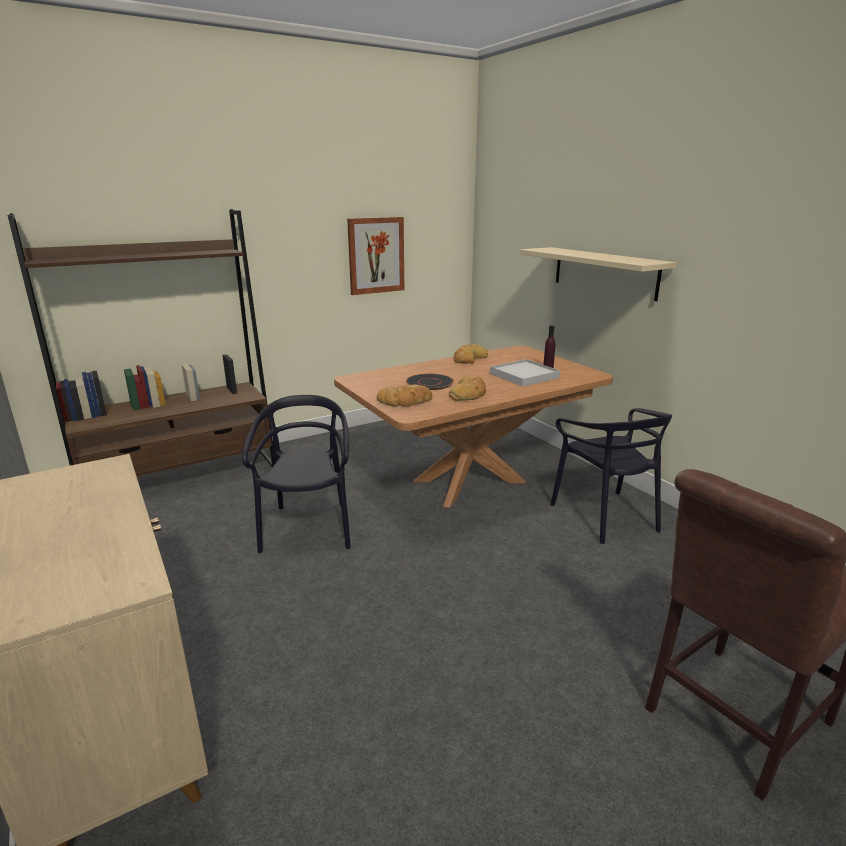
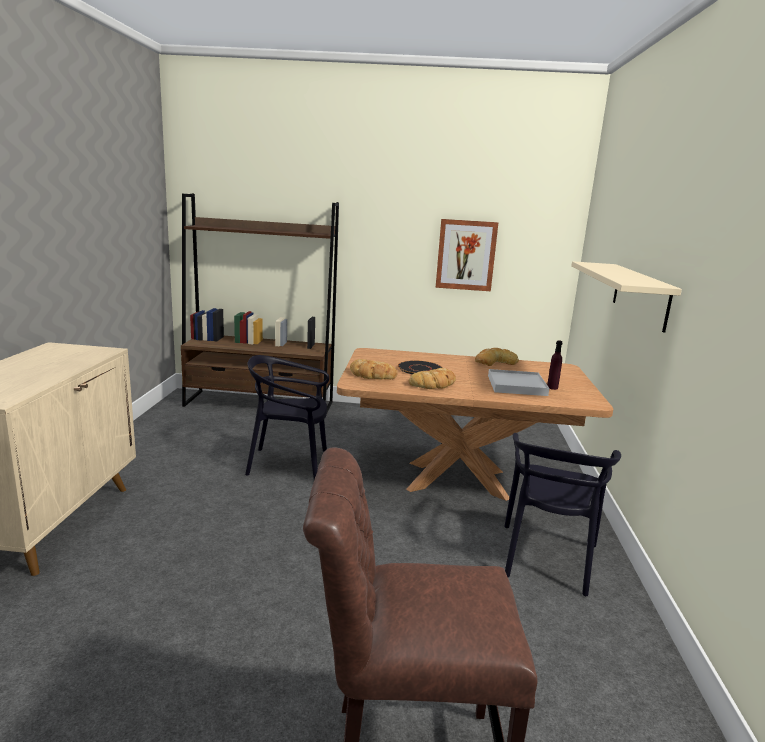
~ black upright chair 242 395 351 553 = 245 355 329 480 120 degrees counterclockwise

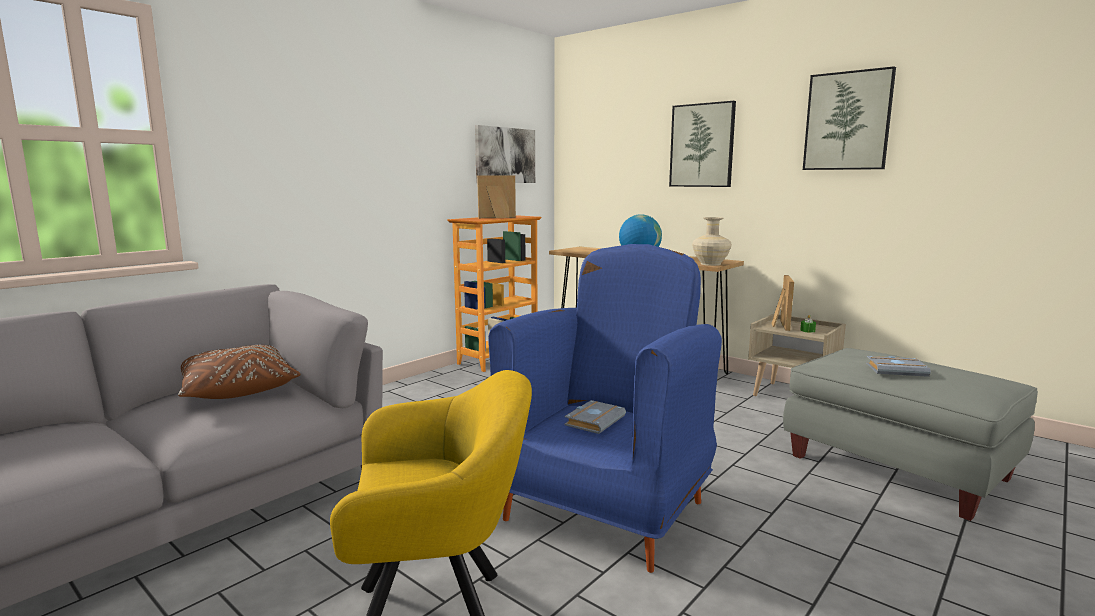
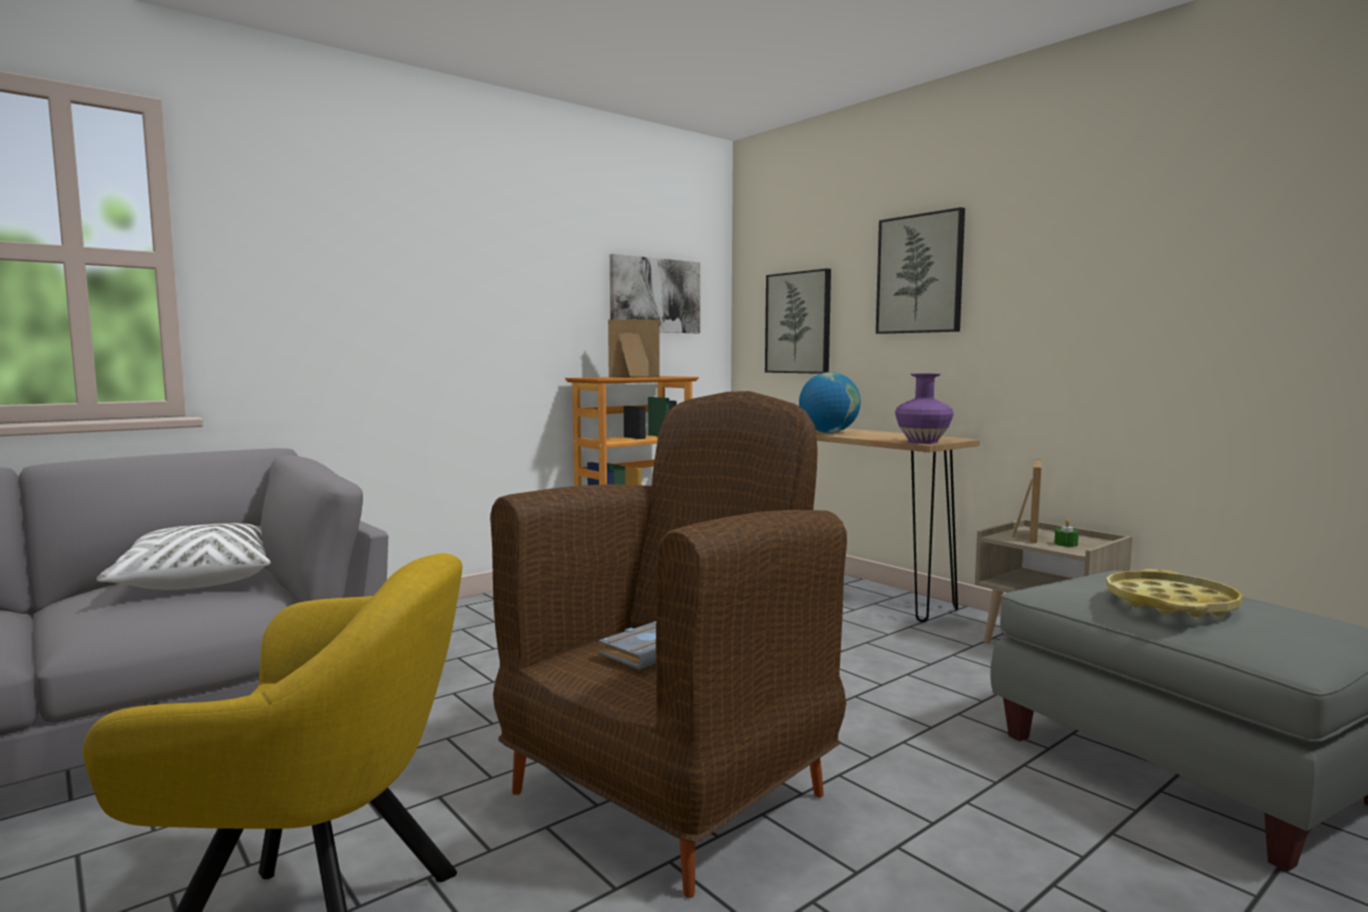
~ wall art 803 66 896 170 to 765 268 831 374
~ beige-coloured vase 692 217 732 266 to purplish vase 895 374 954 444
~ bluish easy chair 488 244 722 573 to brown easy chair 490 391 847 898
~ brown throw pillow 178 345 301 399 to whitish throw pillow 96 523 271 590
~ gray volume 866 356 931 377 to yellow tray 1106 569 1243 618

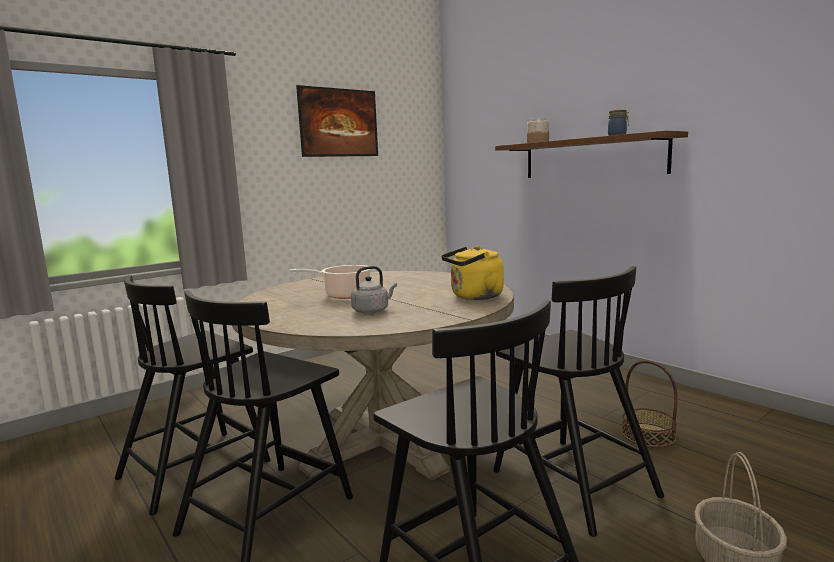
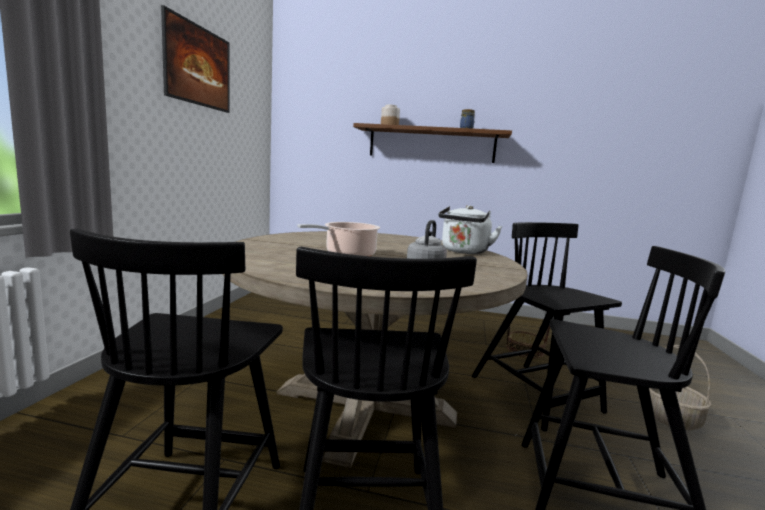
~ yellow kettle 441 246 504 300 to whitish kettle 438 205 502 254
~ black upright chair 493 266 664 537 = 472 222 622 431 135 degrees counterclockwise

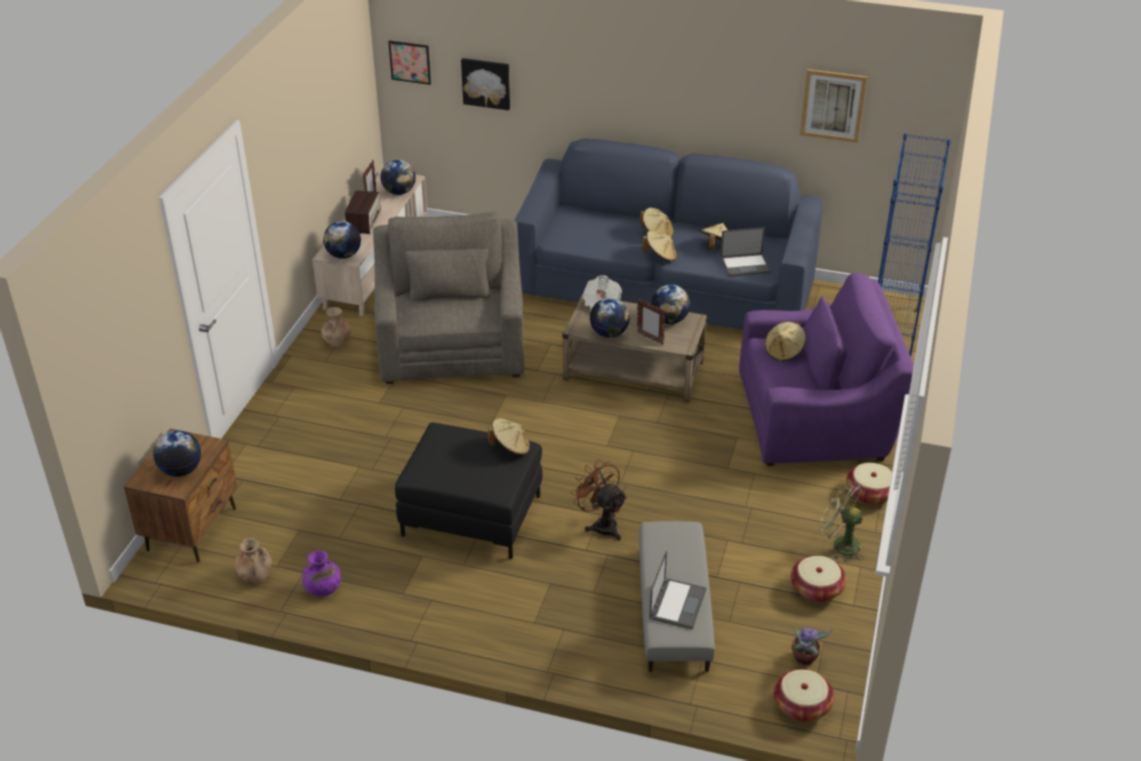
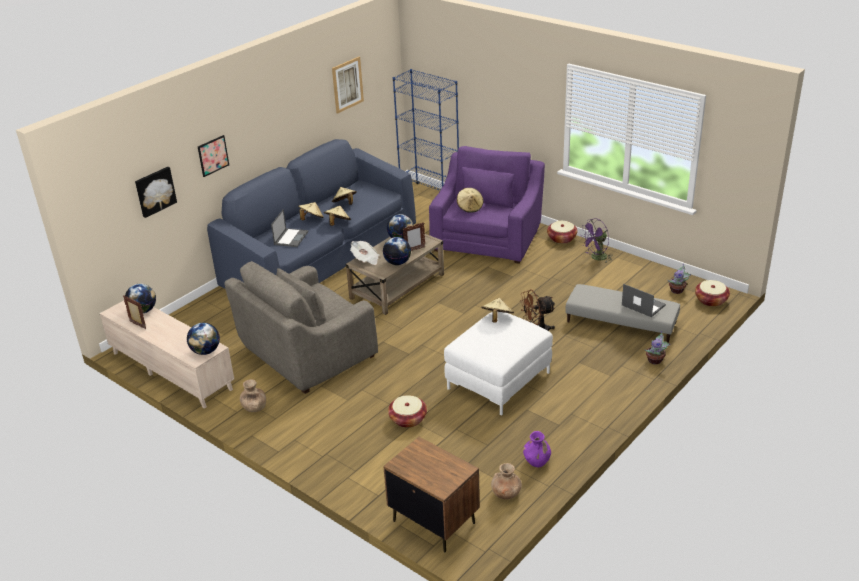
~ wall art 388 41 431 85 to 198 135 229 177
- radio 345 190 382 234
~ gray easy chair 373 211 524 384 = 224 261 378 394 60 degrees counterclockwise
~ portable computer 720 227 771 277 to 271 209 309 247
~ black ottoman 395 422 543 559 to whitish ottoman 444 312 553 416
- globe 153 430 201 477
~ greenish electric fan 819 480 864 562 to purplish electric fan 580 218 612 263
~ basket 791 556 846 603 to 388 395 427 428
+ plant in a pot 644 331 670 364

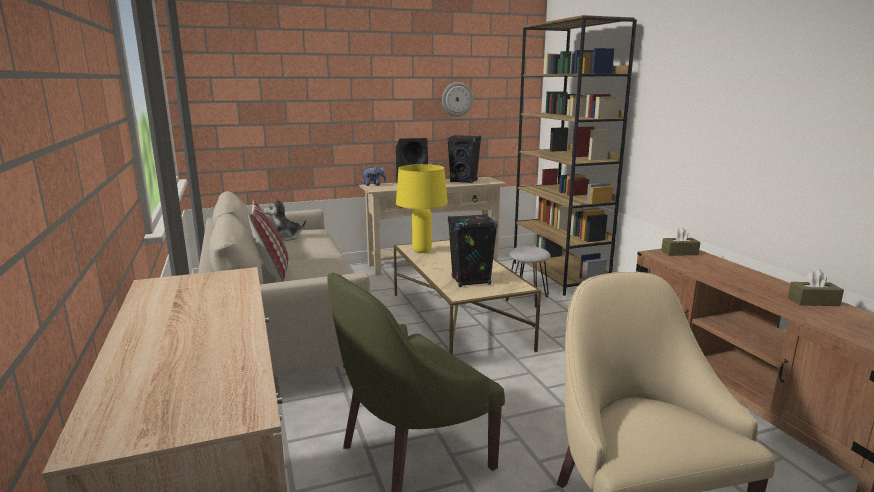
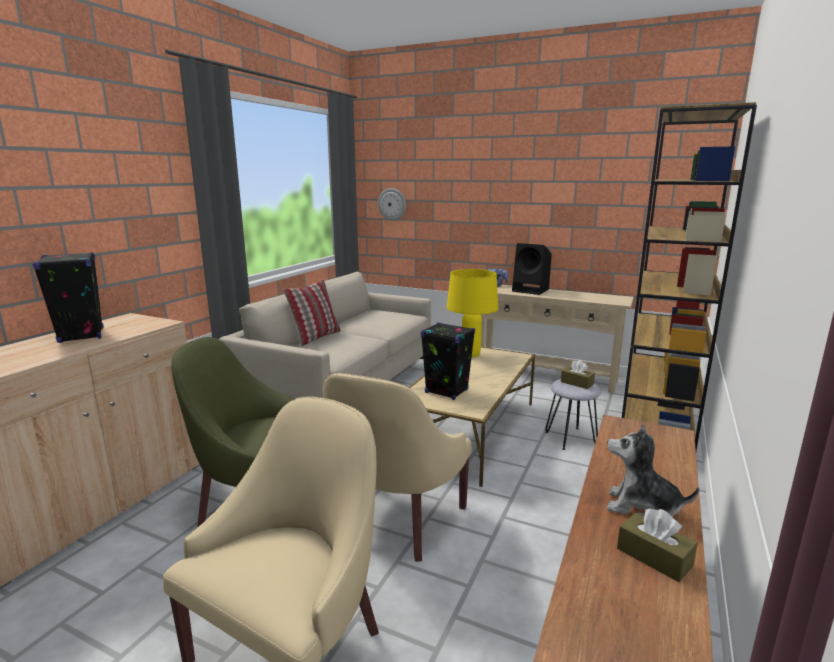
~ hanging clock 442 82 473 117 to 378 188 406 221
~ black loudspeaker 447 135 481 184 to 33 252 104 343
~ plush toy 263 197 306 241 to 607 424 699 517
~ brown box of tissues 661 227 700 256 to 561 360 595 389
+ beige-coloured easy chair 323 373 472 562

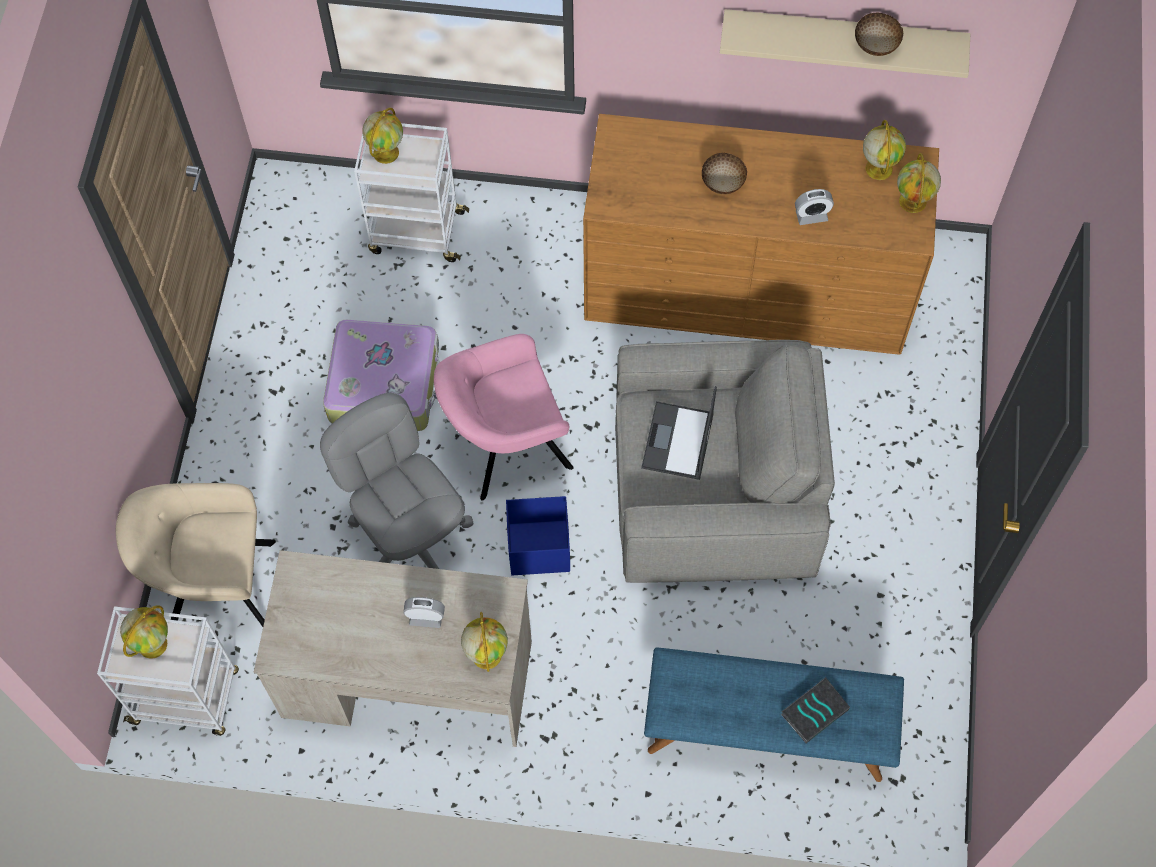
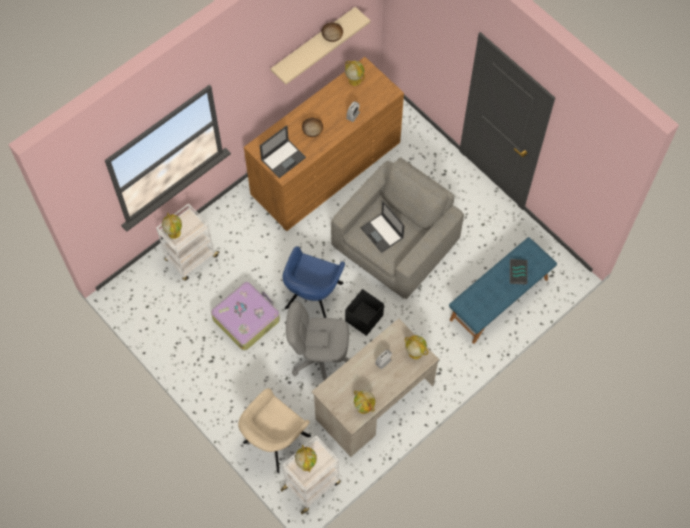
~ globe 897 153 941 213 to 354 391 375 414
~ pink-coloured easy chair 434 334 574 500 to bluish easy chair 283 247 345 318
~ bluish storage bin 506 496 570 575 to black storage bin 345 289 384 336
+ portable computer 260 125 306 178

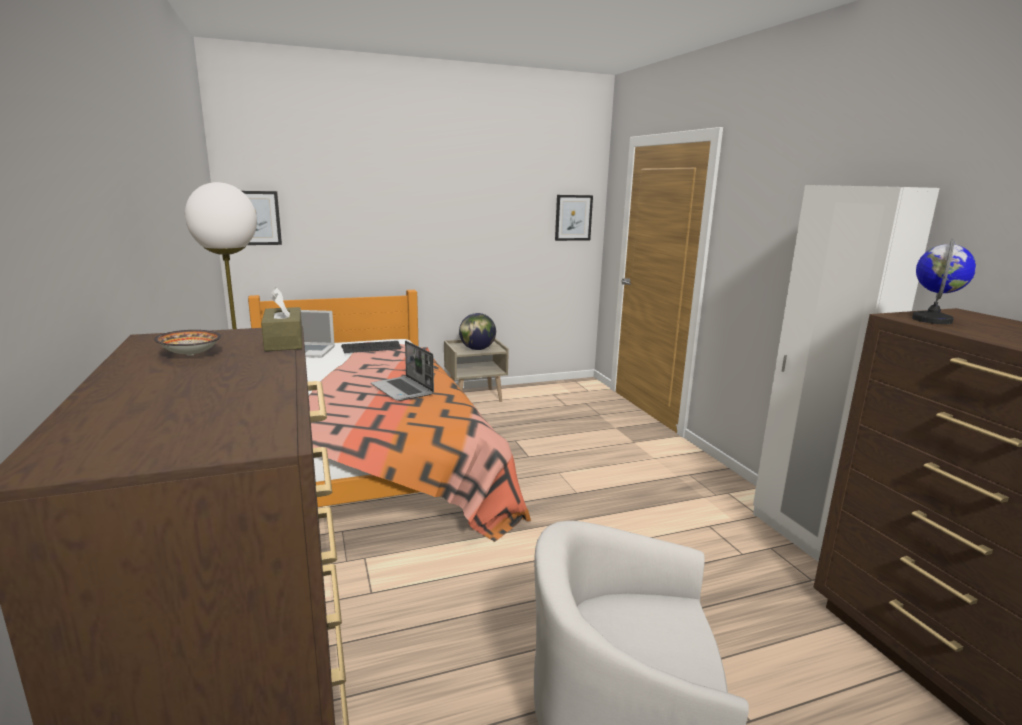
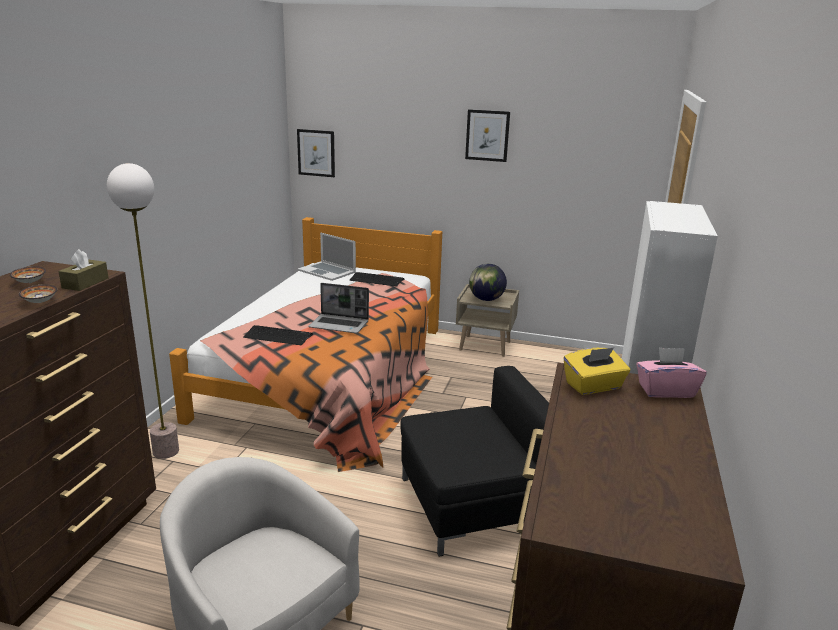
~ wall art 555 195 593 241 to 465 109 510 162
~ globe 912 238 976 324 to yellow box of tissues 563 348 630 395
~ portable computer 371 341 434 401 = 309 283 369 333 75 degrees counterclockwise
+ bowl 19 285 57 303
+ computer keyboard 243 325 313 346
+ pink-coloured box of tissues 636 347 707 398
+ black easy chair 400 366 549 557

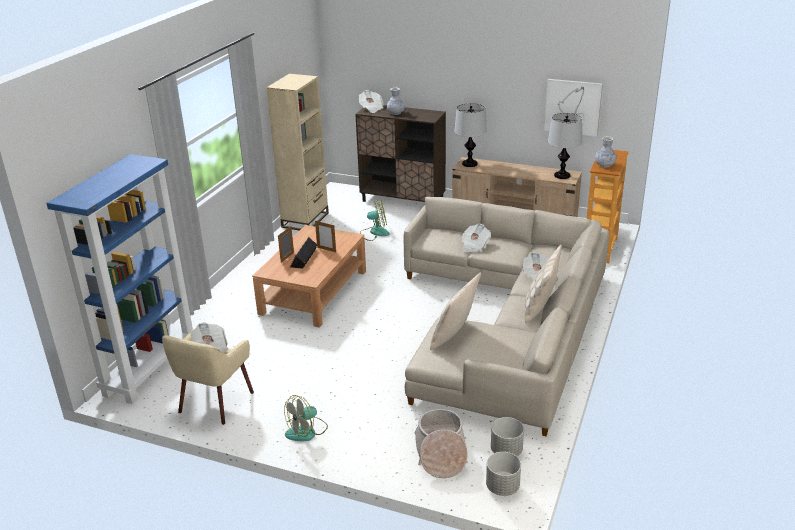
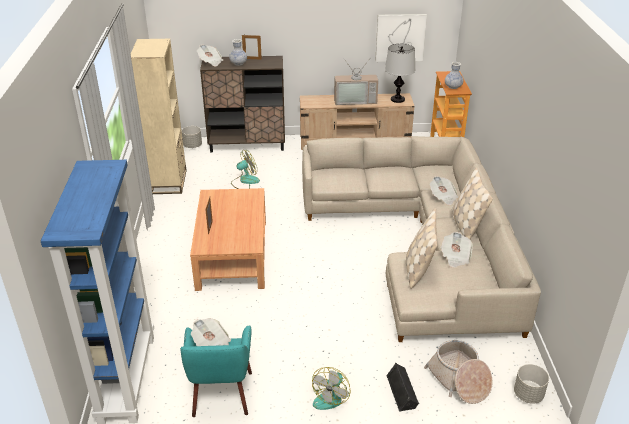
- table lamp 454 103 487 167
~ picture frame 315 220 336 252 to 242 35 262 60
~ daily paper 461 224 491 252 to 440 232 473 267
~ black loudspeaker 290 237 318 269 to 386 363 419 412
~ beige-coloured easy chair 162 329 254 425 to blue-green easy chair 180 326 252 417
~ gray flower pot 491 417 524 456 to 182 126 202 148
+ TV 334 57 378 105

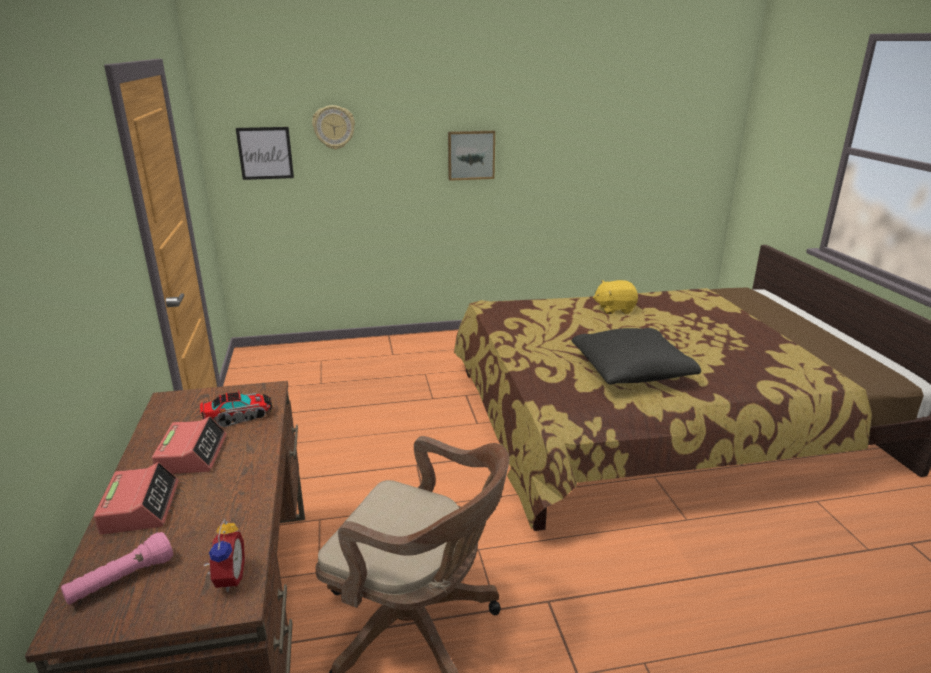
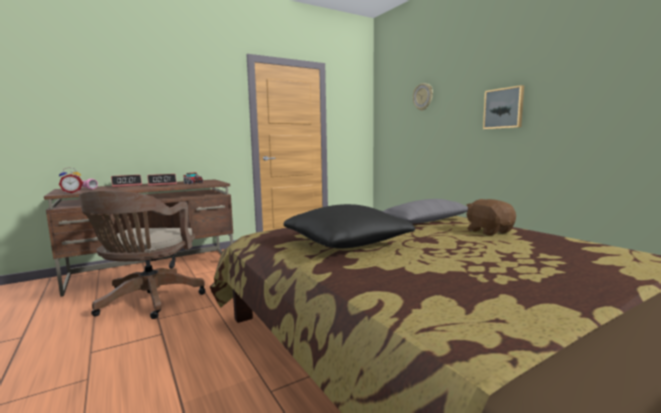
- wall art 236 127 294 180
~ yellow plush toy 593 280 638 314 to brown plush toy 466 199 516 236
+ gray throw pillow 382 199 468 224

